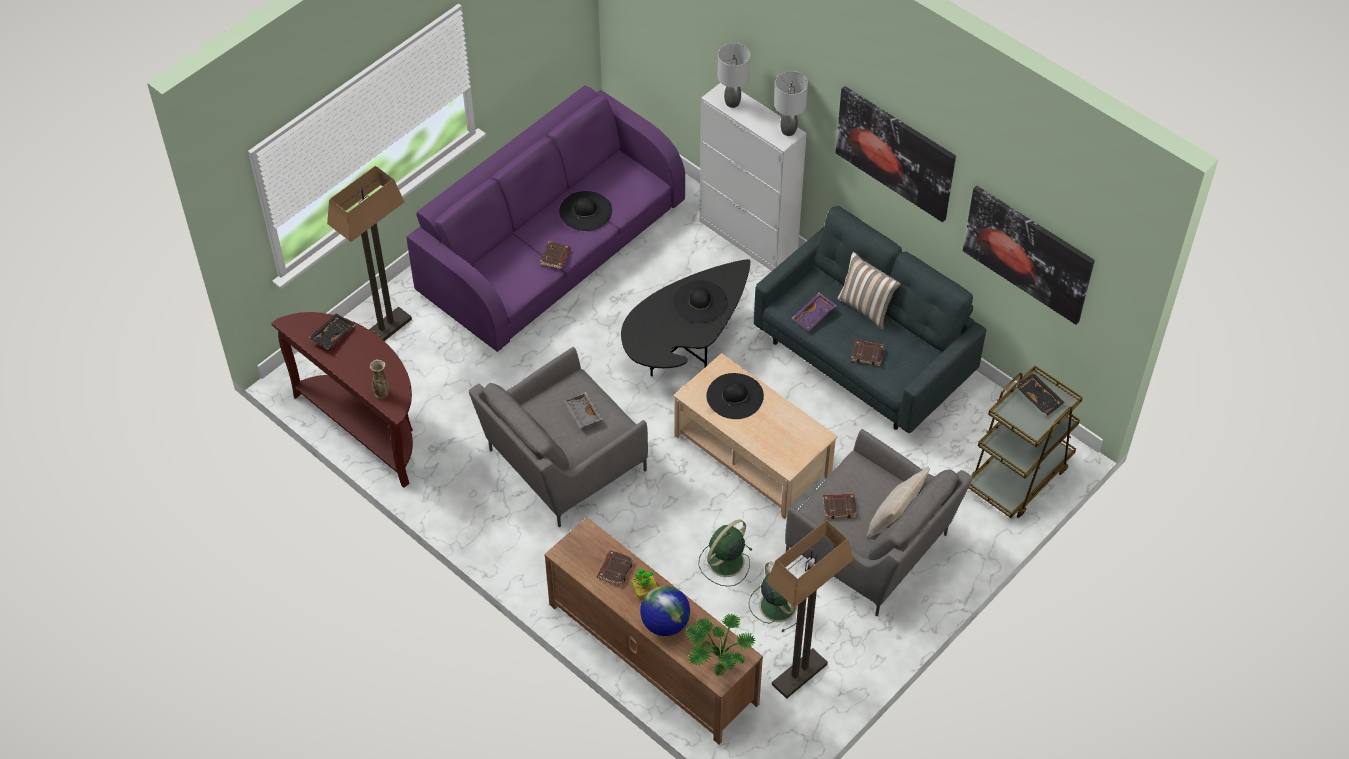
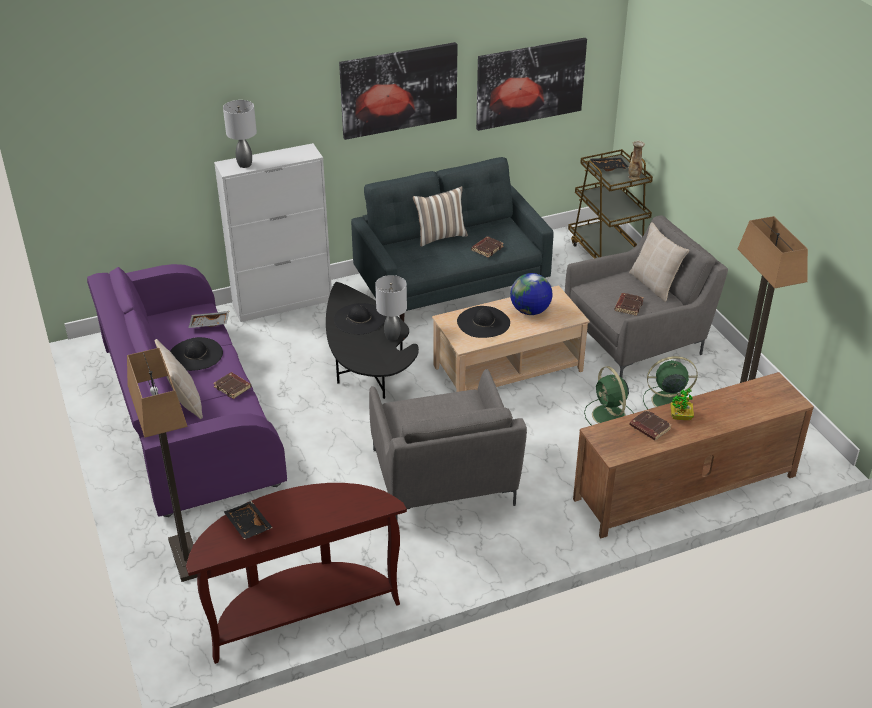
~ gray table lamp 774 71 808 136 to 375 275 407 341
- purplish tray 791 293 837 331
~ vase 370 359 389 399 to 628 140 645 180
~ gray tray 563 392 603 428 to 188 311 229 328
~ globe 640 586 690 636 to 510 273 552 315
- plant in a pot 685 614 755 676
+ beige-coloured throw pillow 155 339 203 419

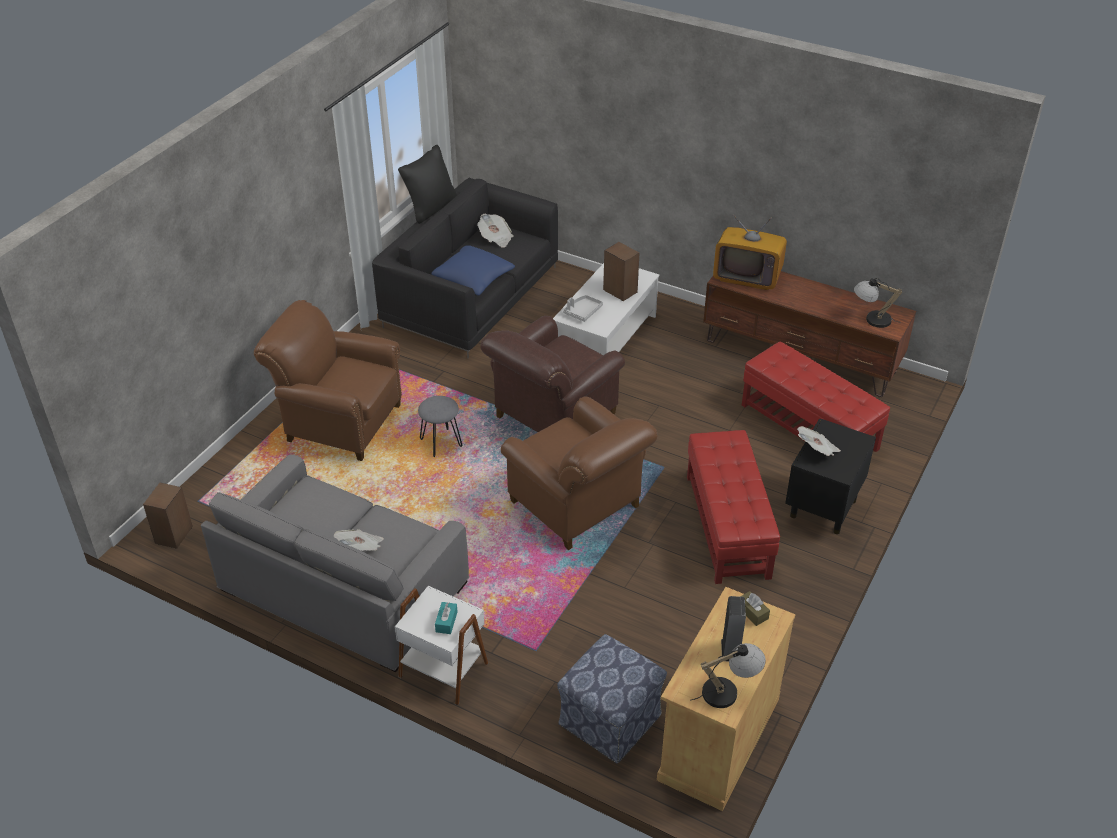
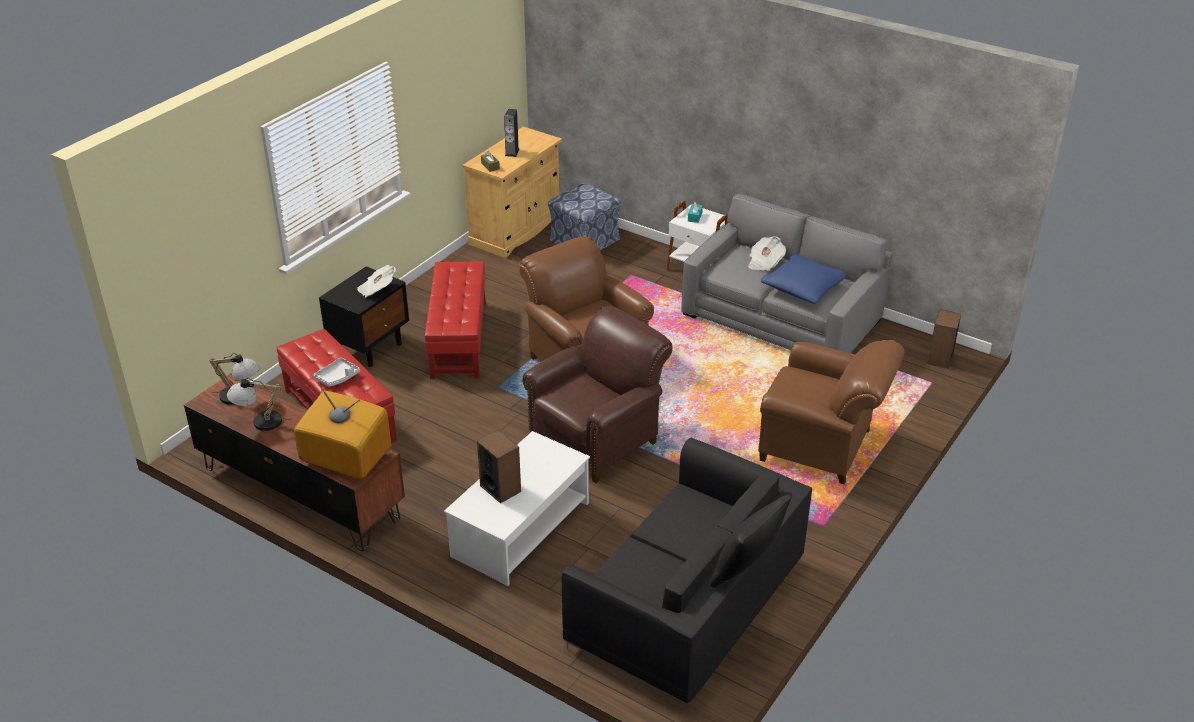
- daily paper 477 214 514 248
~ bluish throw pillow 431 245 515 296 to 761 254 847 304
~ gray tray 563 295 603 322 to 313 358 360 387
- gray sitting stool 418 396 462 457
~ table lamp 690 643 766 708 to 227 378 290 431

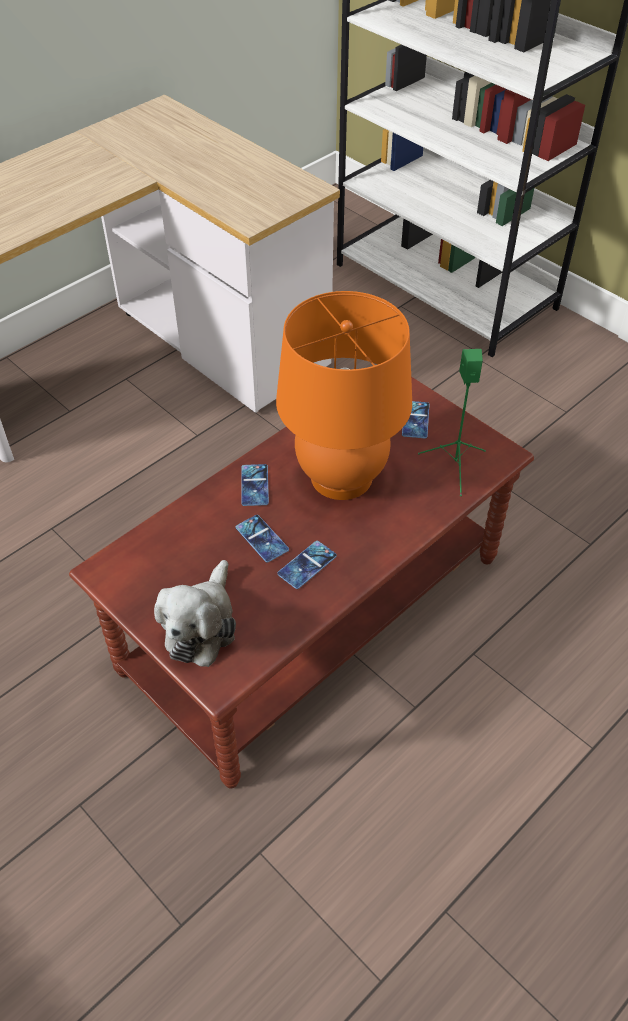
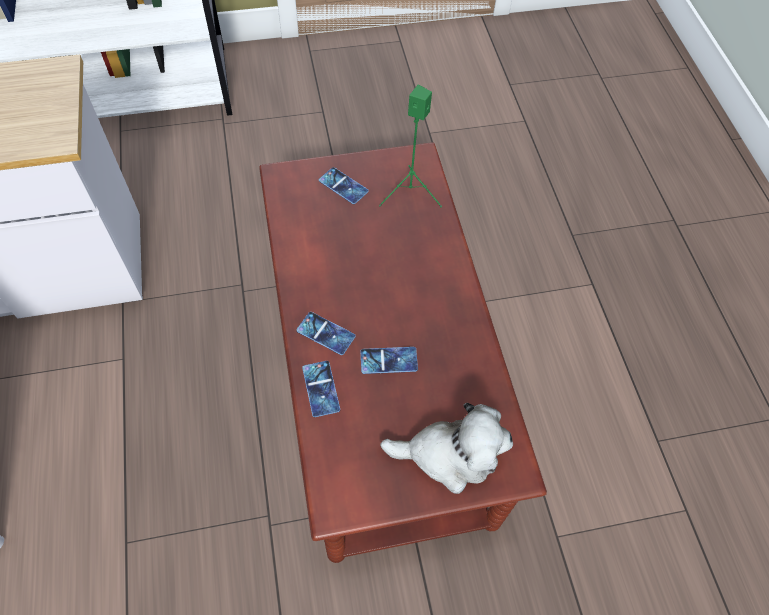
- orange table lamp 276 291 412 500
~ telephone 277 541 337 589 to 302 361 340 417
~ plush toy 154 560 236 667 = 380 403 513 494 45 degrees counterclockwise

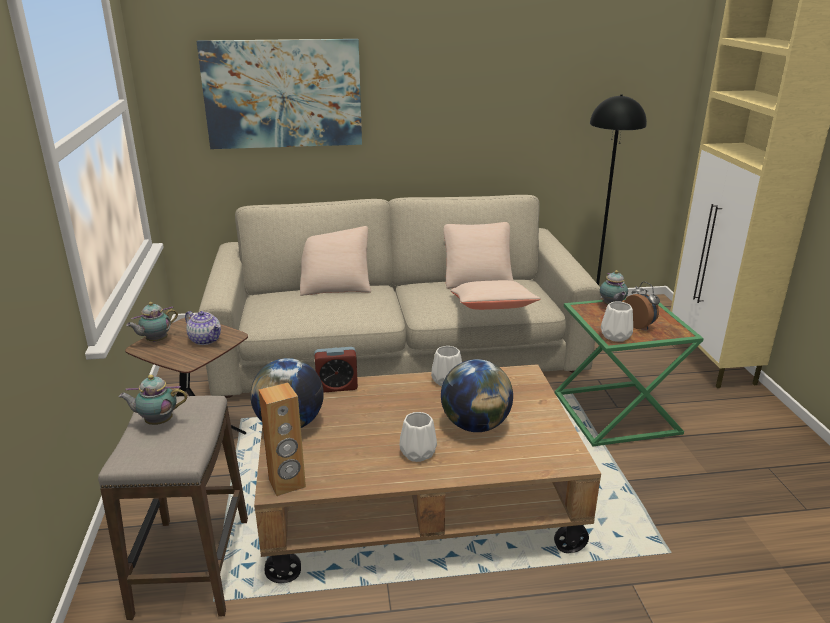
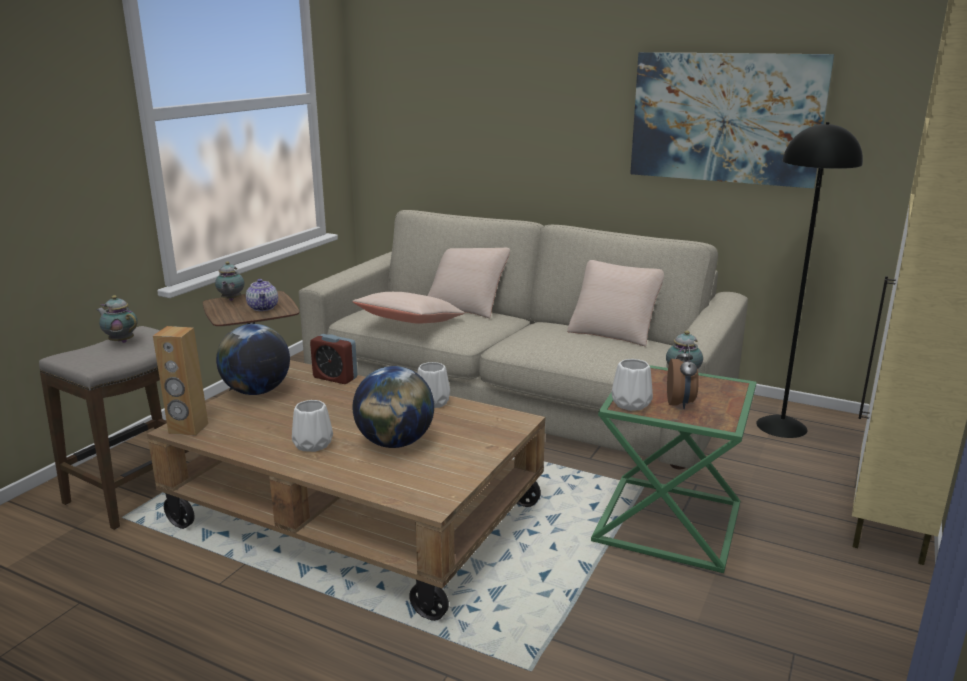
~ wall art 196 39 362 149 to 630 52 834 188
~ beige-coloured throw pillow 450 280 541 310 to 352 292 464 324
~ tea pot 126 302 178 342 = 215 261 245 301 90 degrees counterclockwise

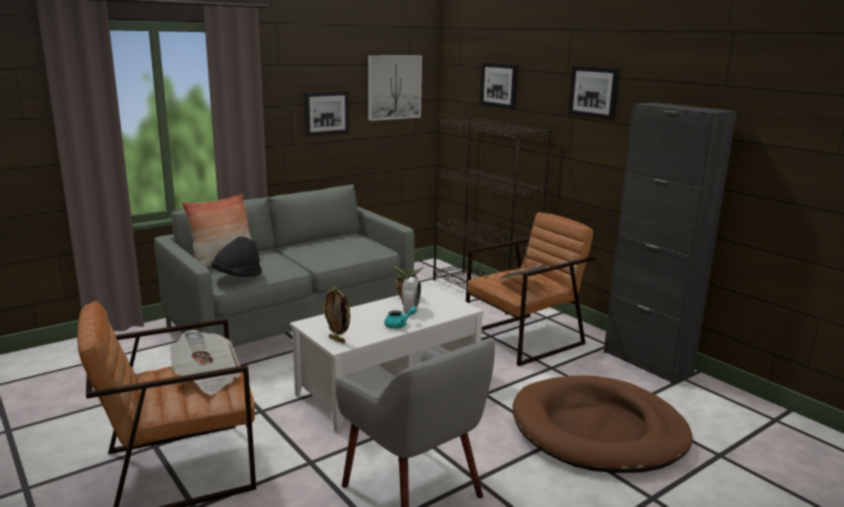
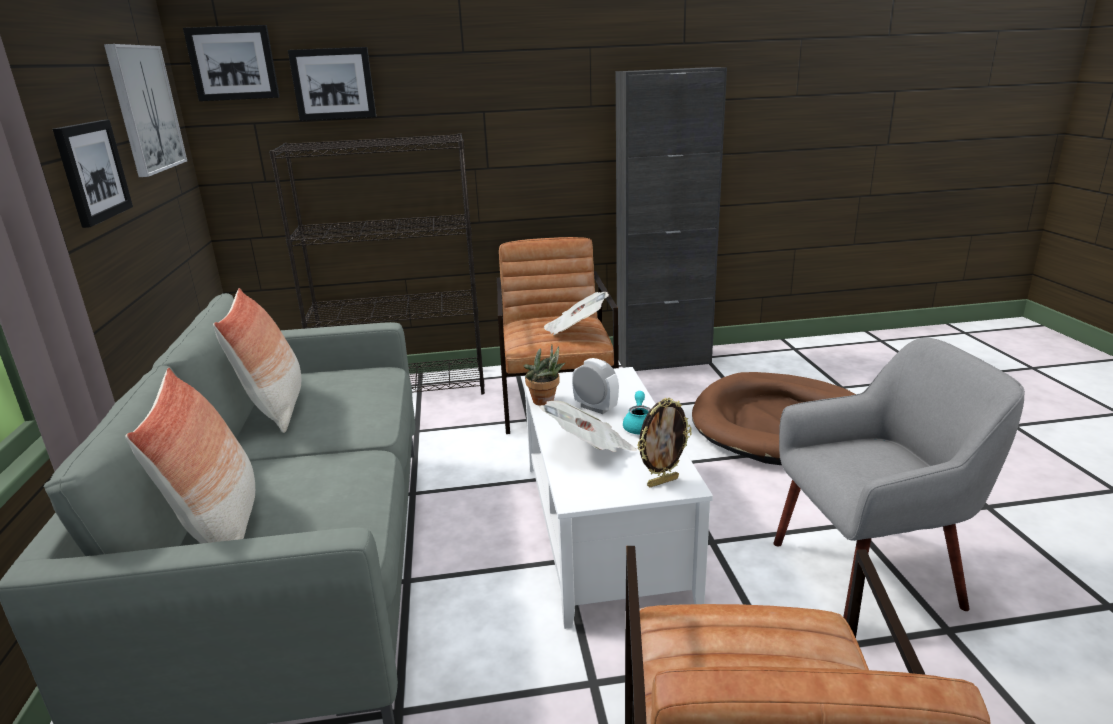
~ wall art 568 65 620 120 to 183 25 280 101
- black hat 211 236 262 277
~ daily paper 170 330 241 394 to 539 401 637 452
+ throw pillow 213 288 301 433

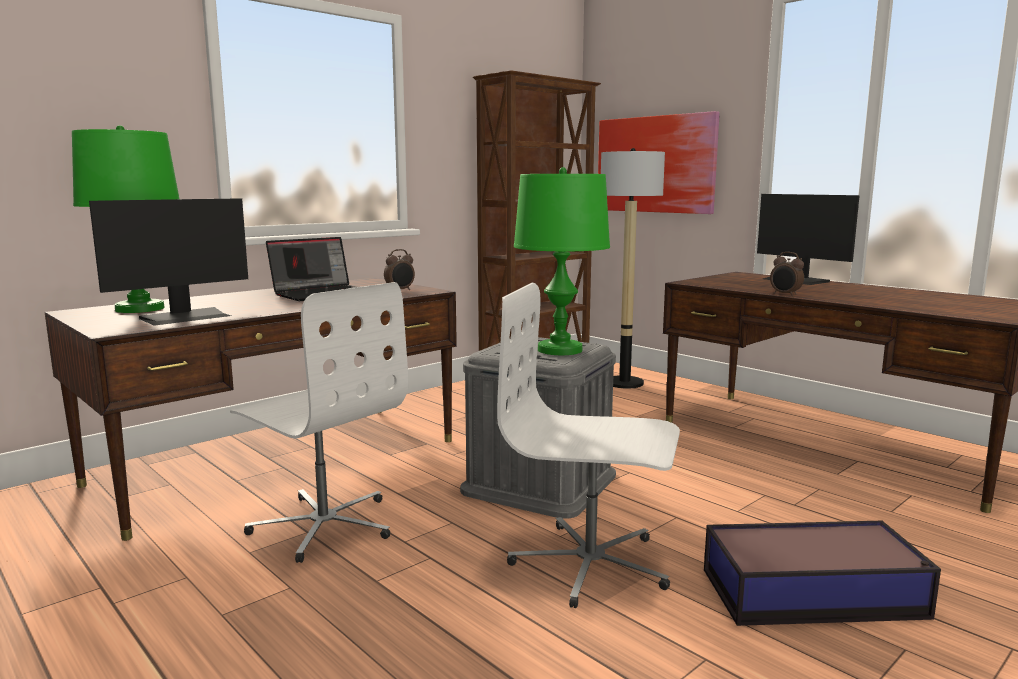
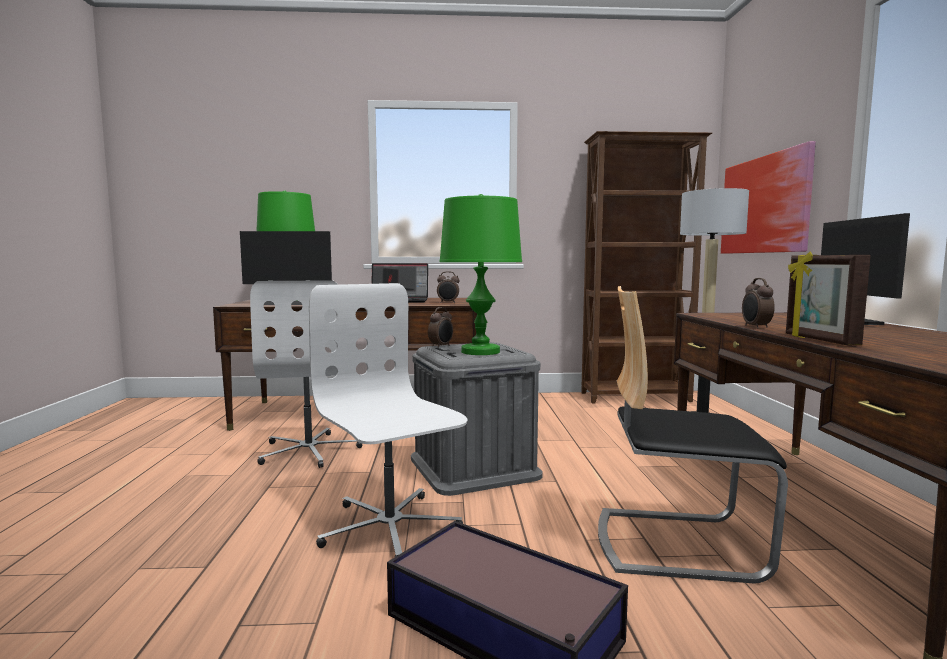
+ picture frame 786 251 871 345
+ upright chair 598 286 788 584
+ bedside clock 428 307 453 348

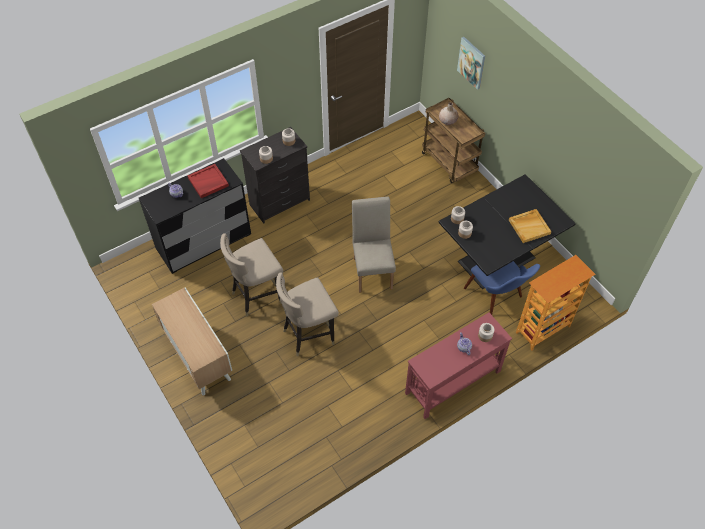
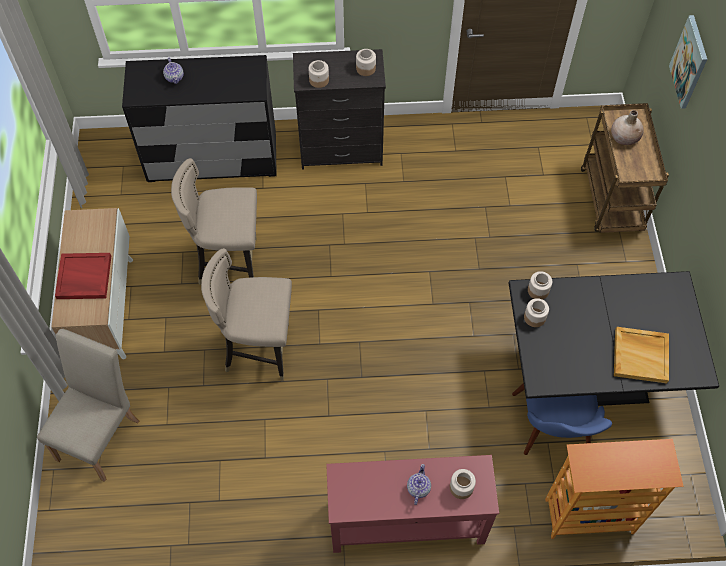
~ red-coloured tray 187 164 229 198 to 55 253 111 299
~ beige-coloured upright chair 352 196 396 293 to 37 329 139 482

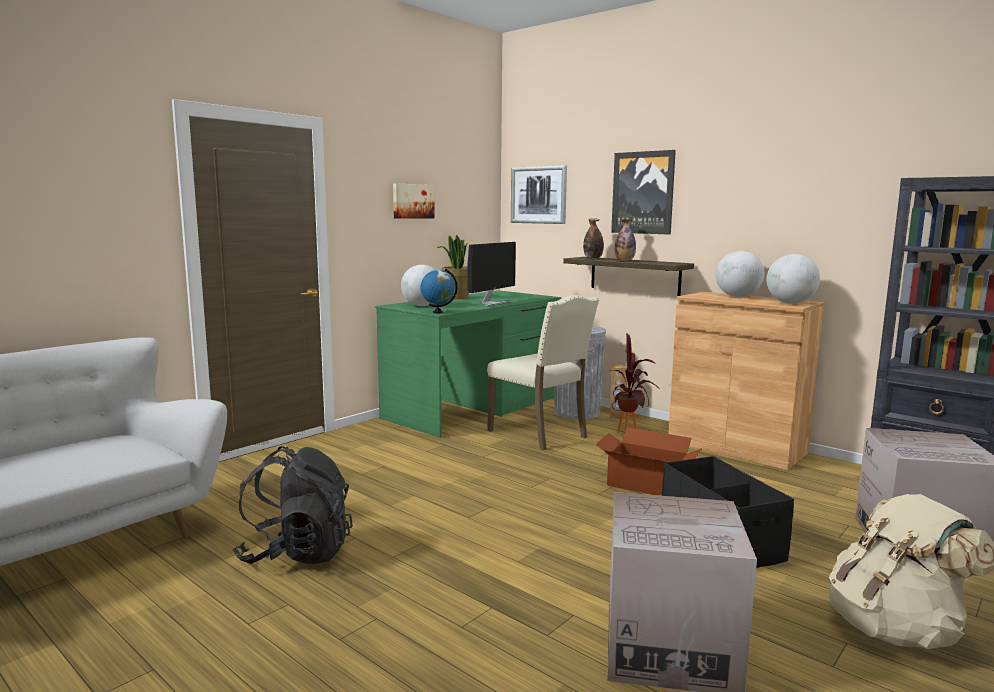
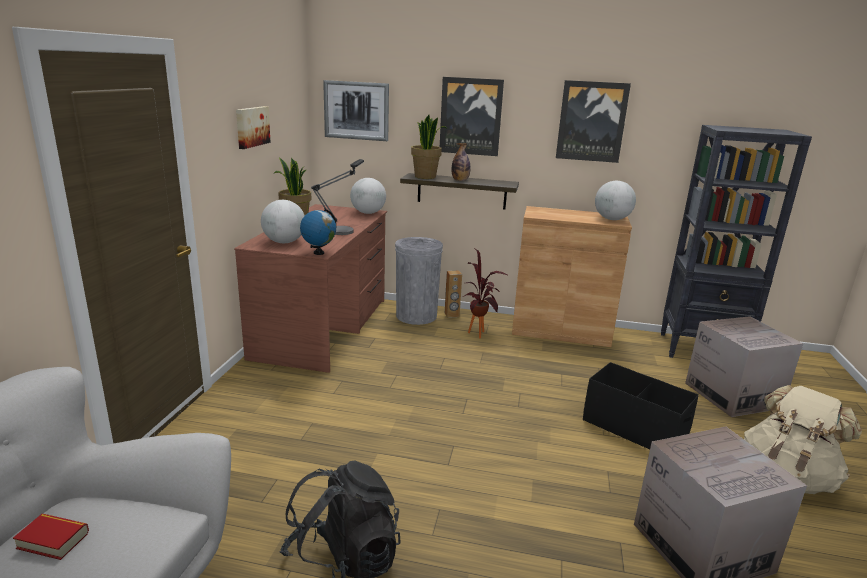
~ drink bottle 583 218 604 259 to plant in a pot 411 115 446 179
~ monitor 467 242 516 307 to table lamp 311 159 364 235
~ globe 716 251 764 297 to 350 178 386 214
~ greenish desk table 375 290 561 438 to brown desk table 234 204 387 373
- beige-coloured upright chair 487 295 599 450
- cardboard box 596 428 702 496
+ wall art 556 80 631 163
+ volume 13 514 89 560

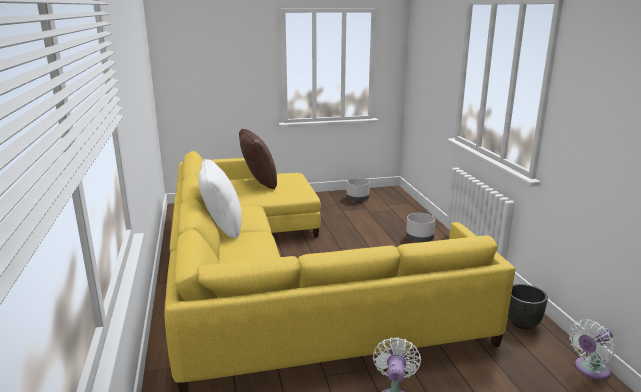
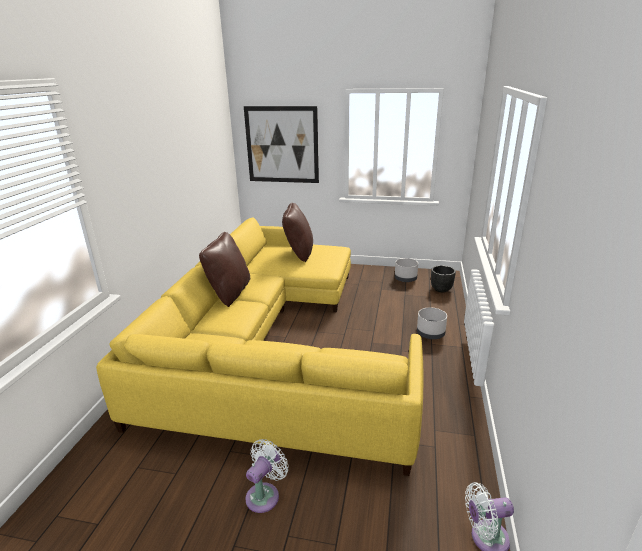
~ whitish throw pillow 198 159 242 239 to brown throw pillow 199 232 250 307
~ black flower pot 508 284 548 329 to 431 265 456 293
+ wall art 244 106 319 183

